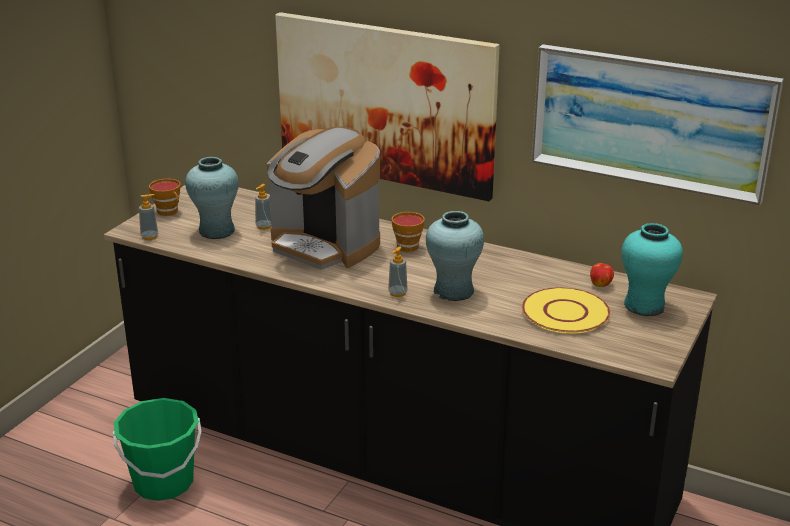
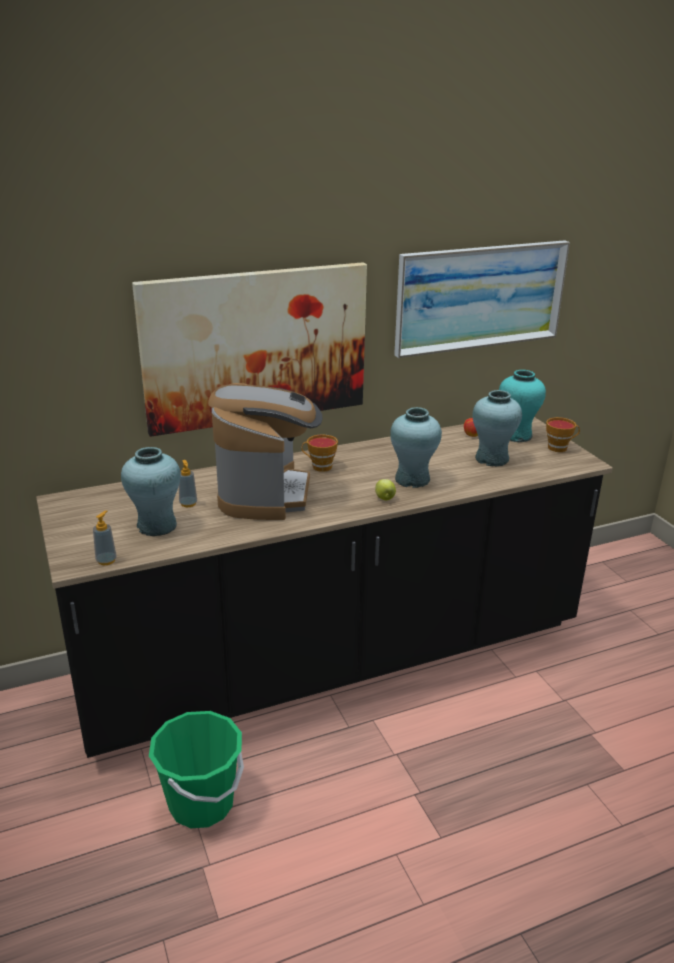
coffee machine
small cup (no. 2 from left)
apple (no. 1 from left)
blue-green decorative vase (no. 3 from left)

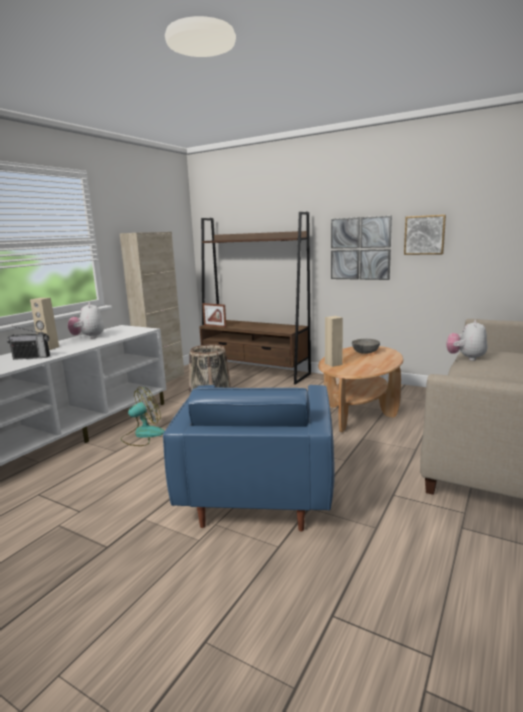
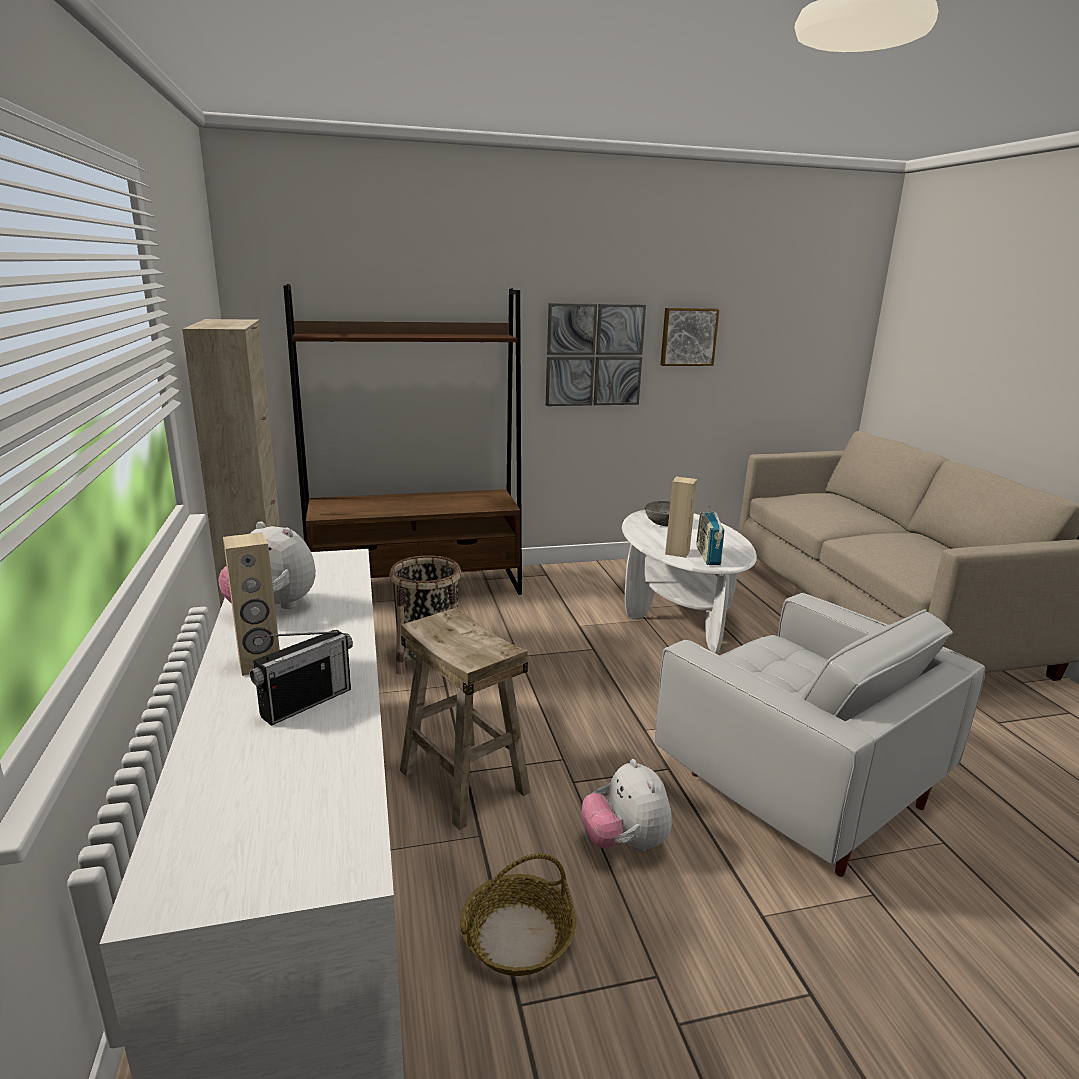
photo frame
cuddly toy (no. 2 from left)
white-coloured coffee table
white-coloured lounge chair
beige sitting stool
radio receiver (no. 2 from left)
household basket (no. 2 from left)

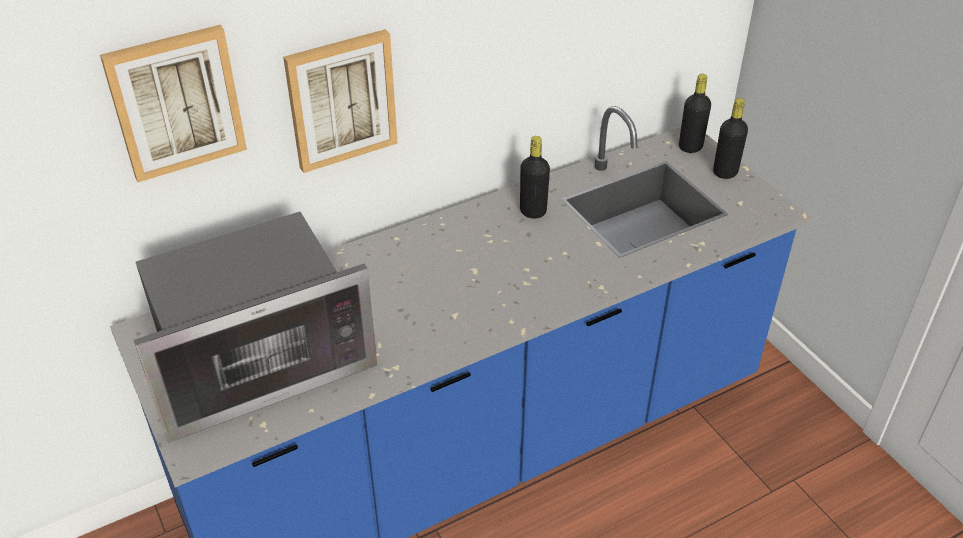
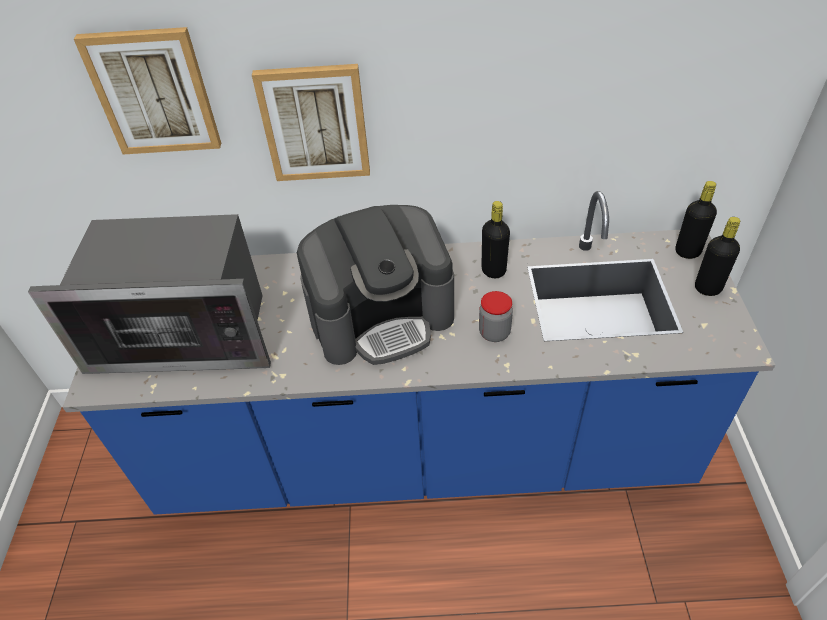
coffee machine
preserve jar

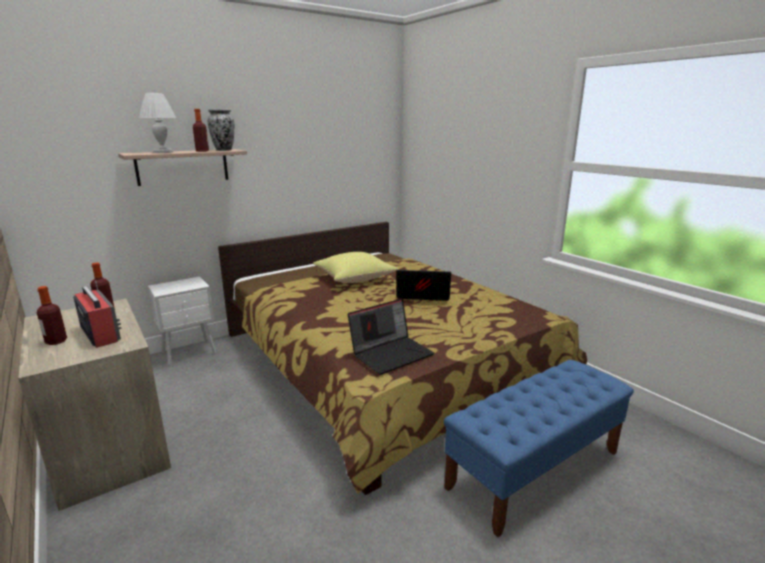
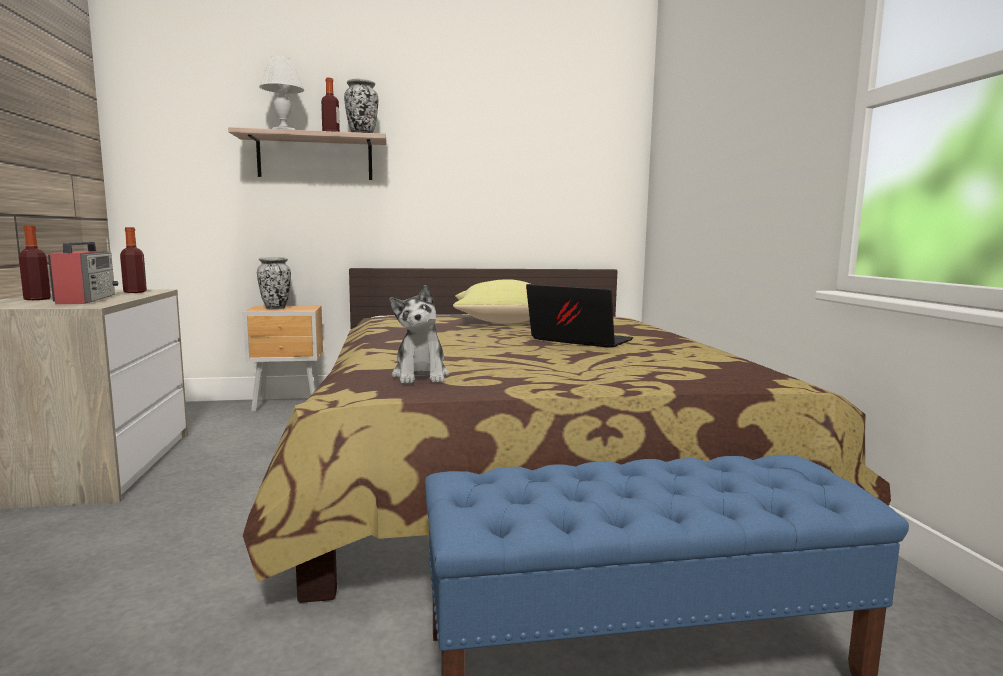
brown nightstand
cuddly toy
decorative vase (no. 1 from left)

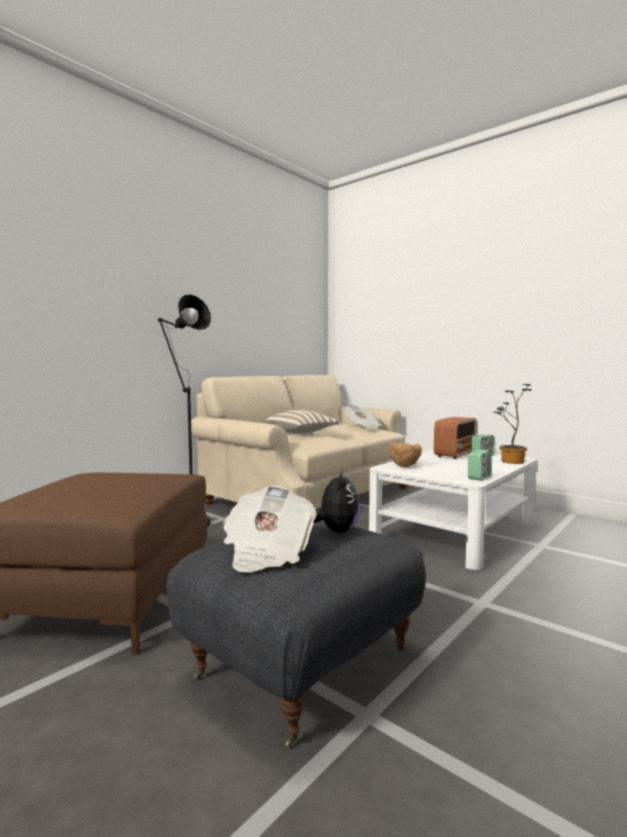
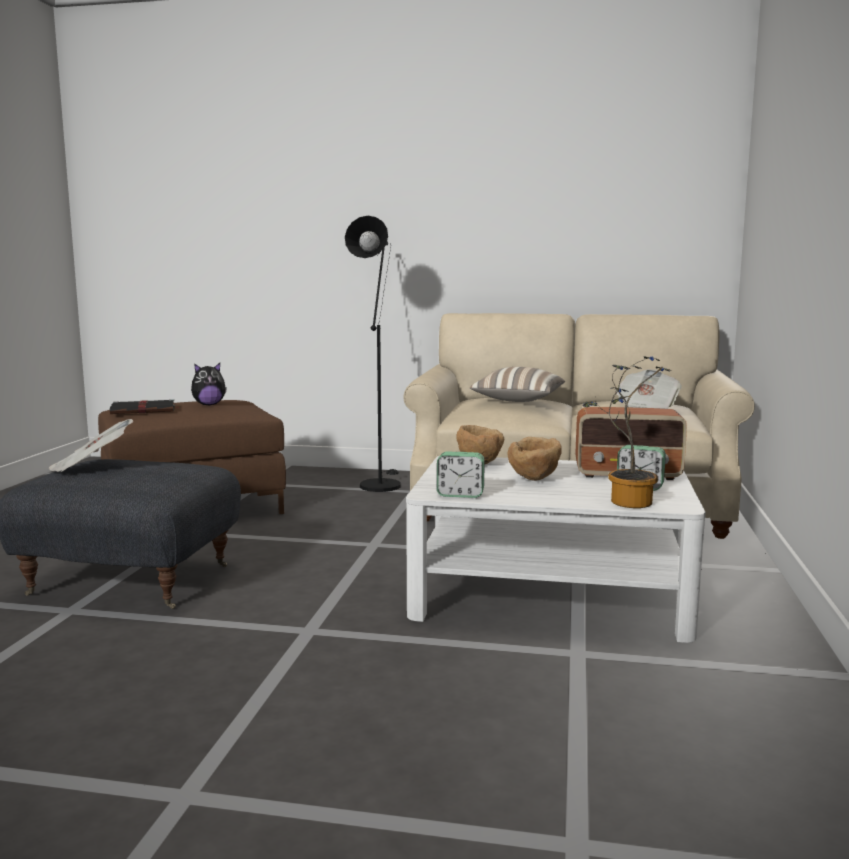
cuddly toy
black book
brown bowl (no. 2 from left)

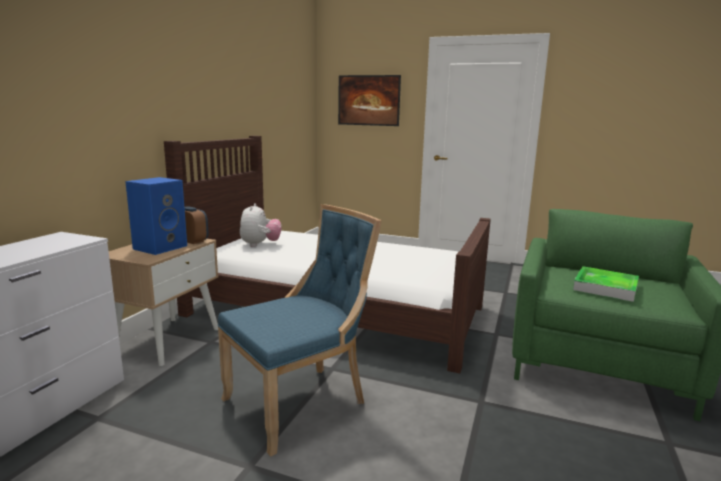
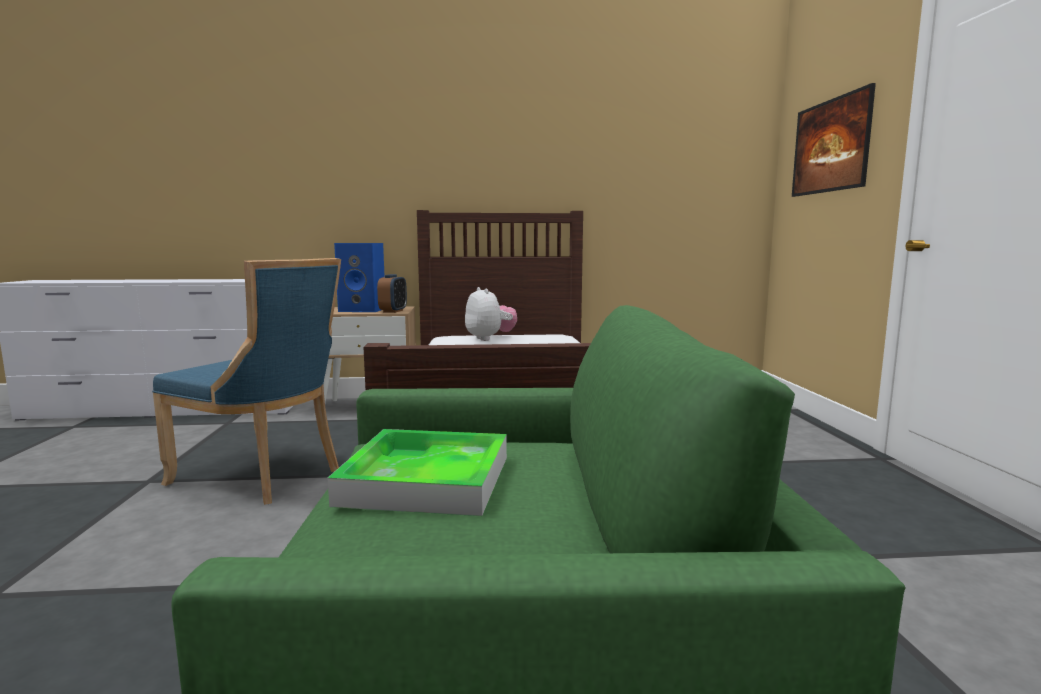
cuddly toy

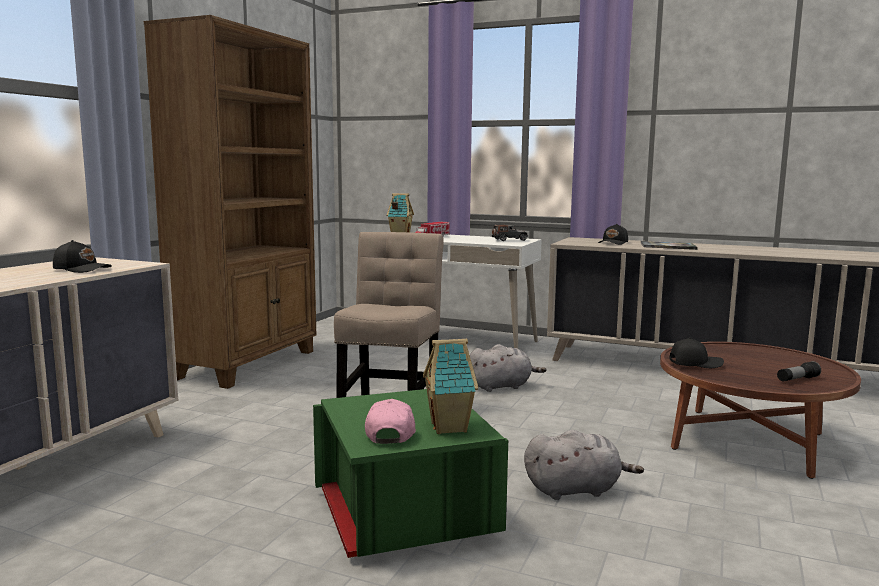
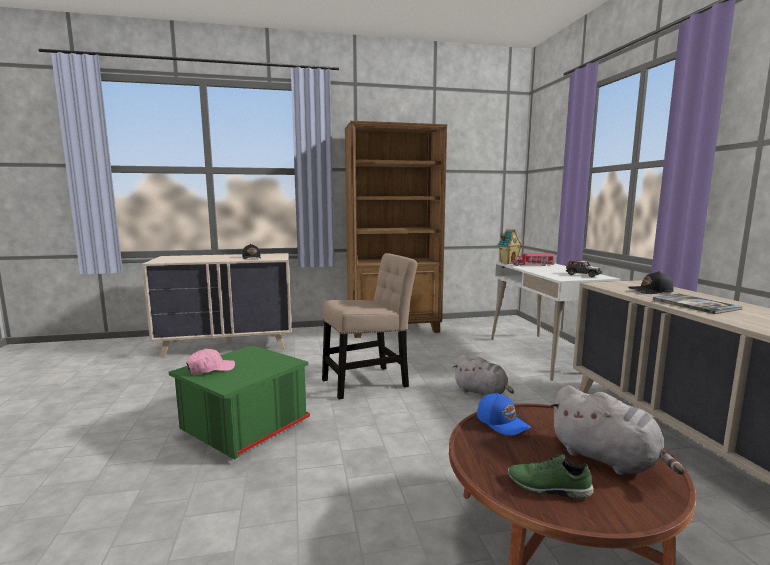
blue peaked cap
toy house (no. 2 from left in the first image)
green item of footwear
gray cuddly toy (no. 2 from left)

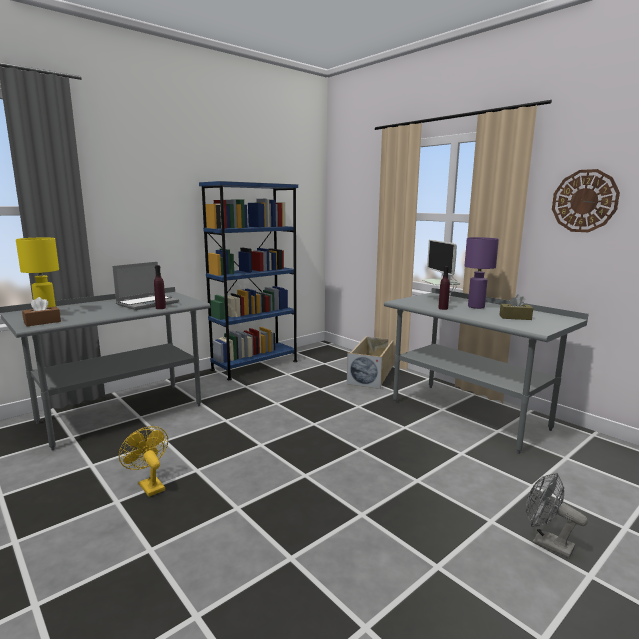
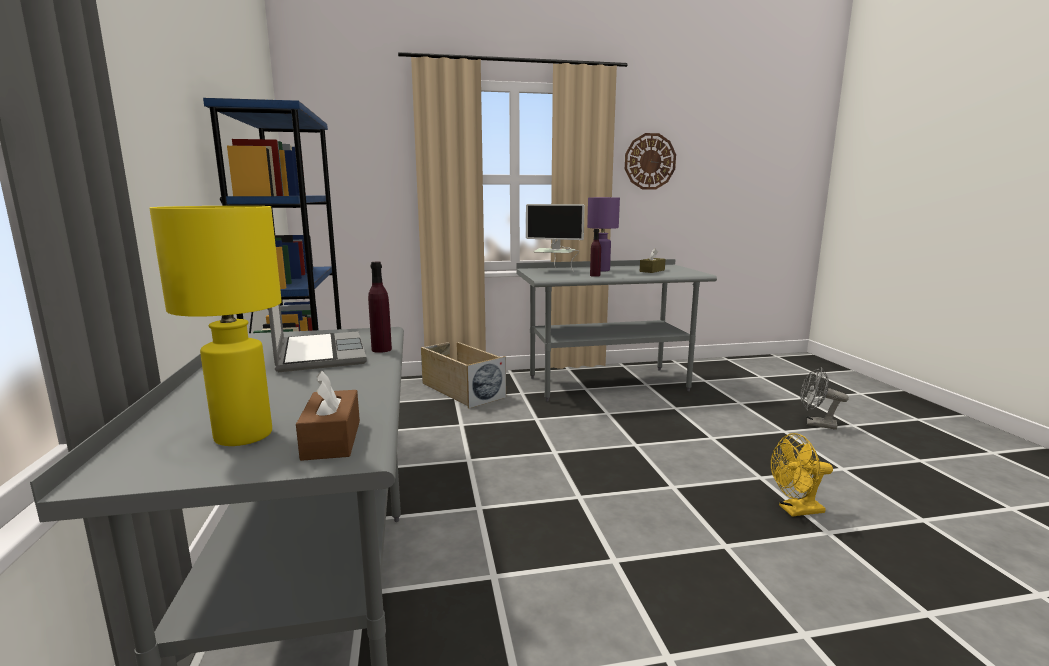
yellow-coloured fan
gray fan

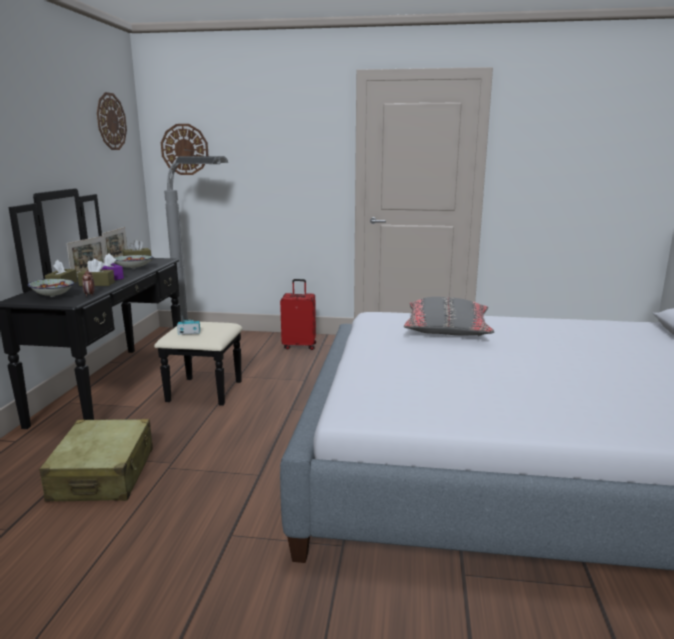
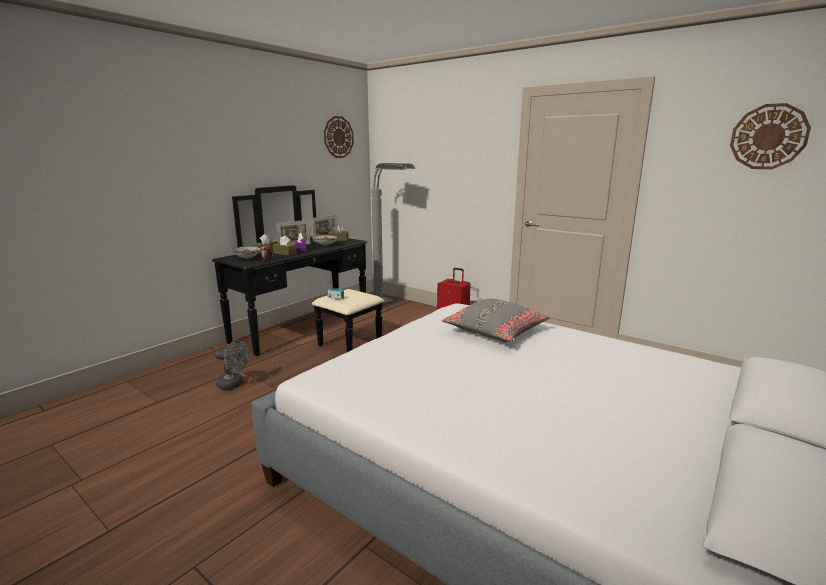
wall clock (no. 2 from left)
gray fan

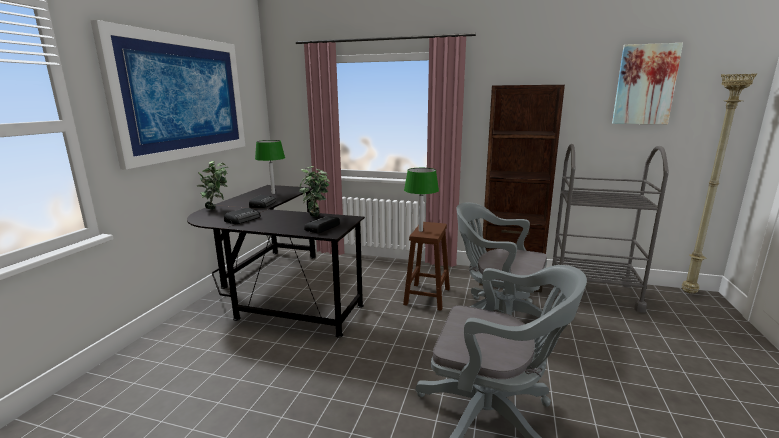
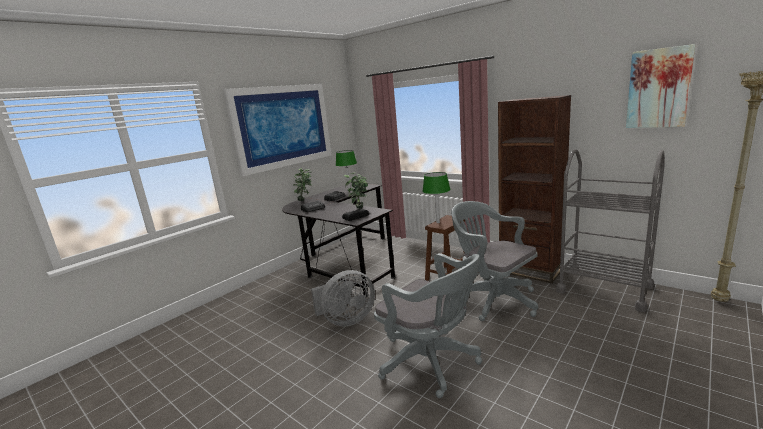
gray fan

